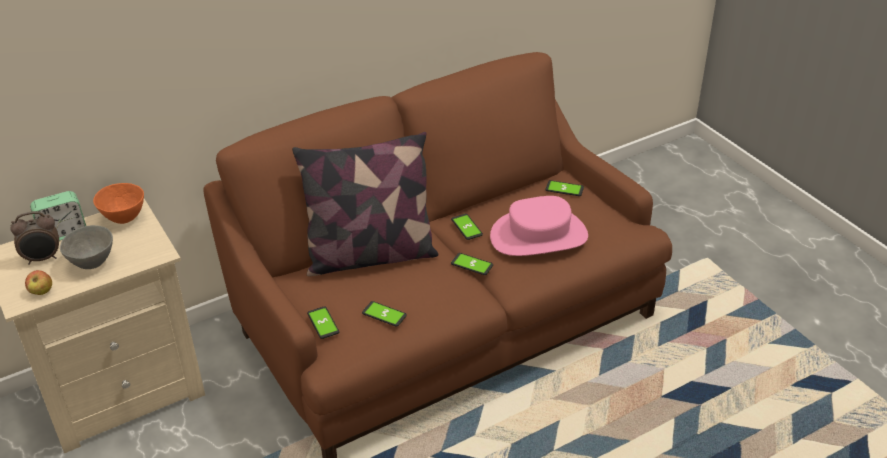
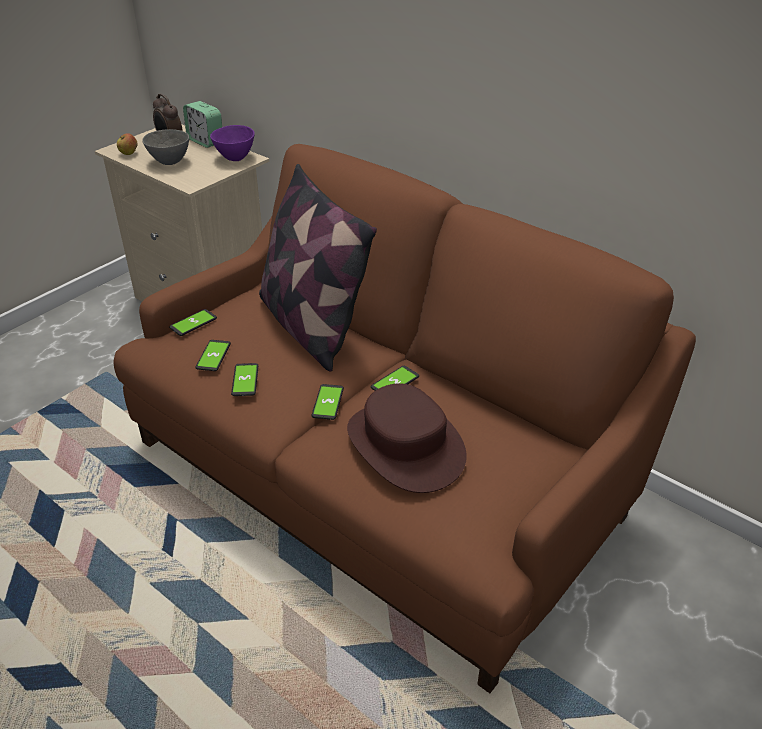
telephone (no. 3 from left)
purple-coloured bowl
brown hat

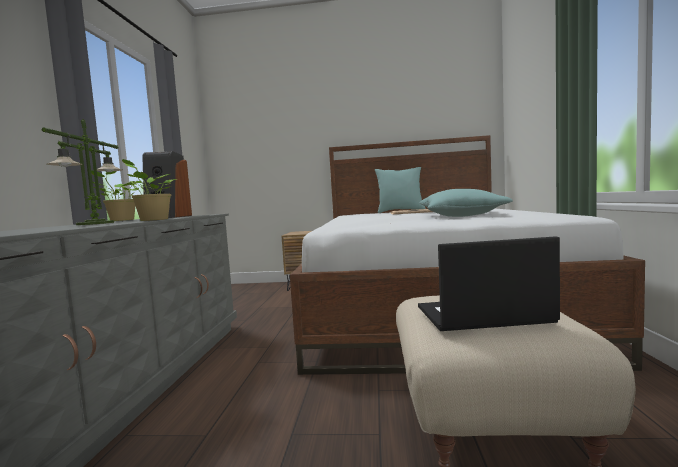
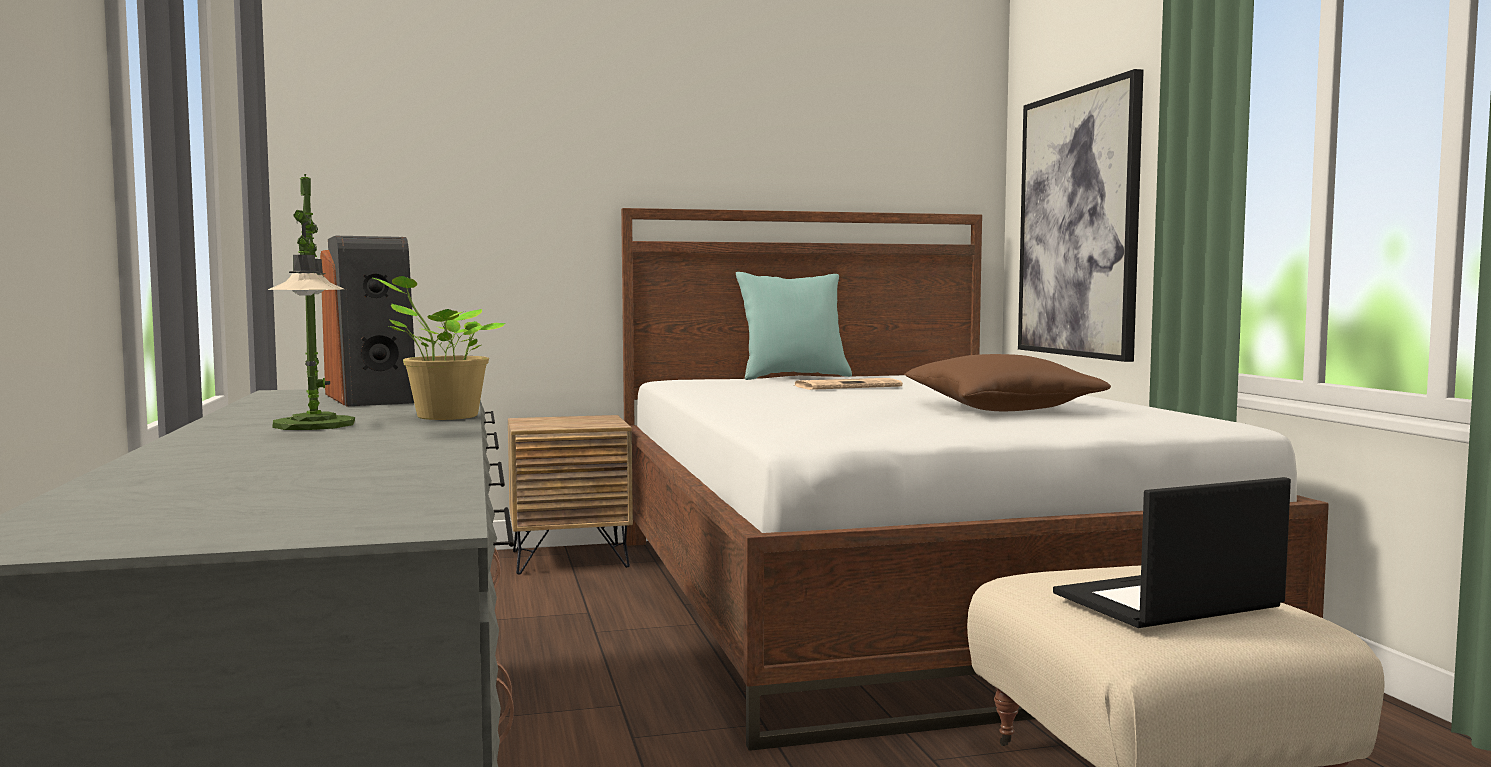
potted plant (no. 1 from left in the first image)
brown pillow
picture

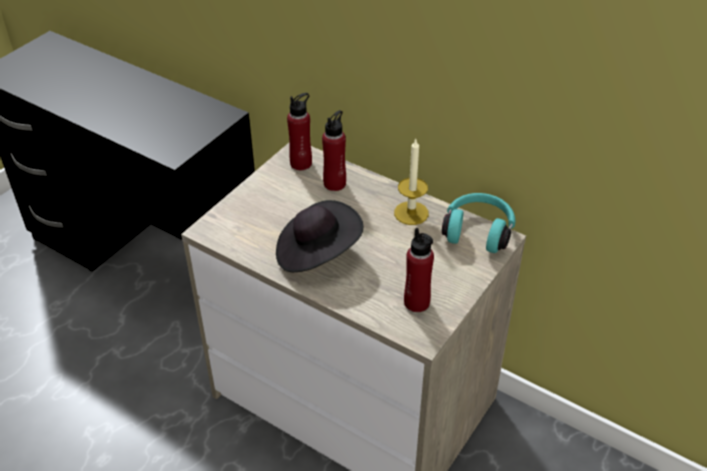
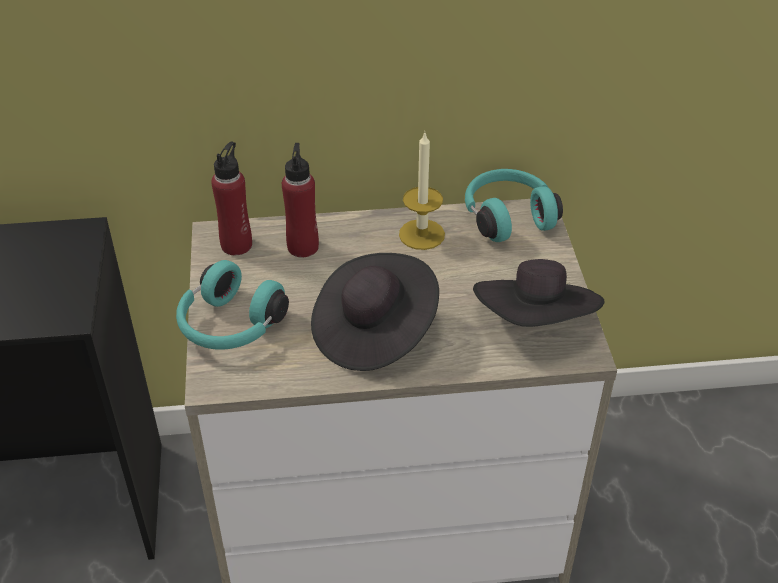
black hat (no. 2 from left)
blue-green headphones (no. 1 from left)

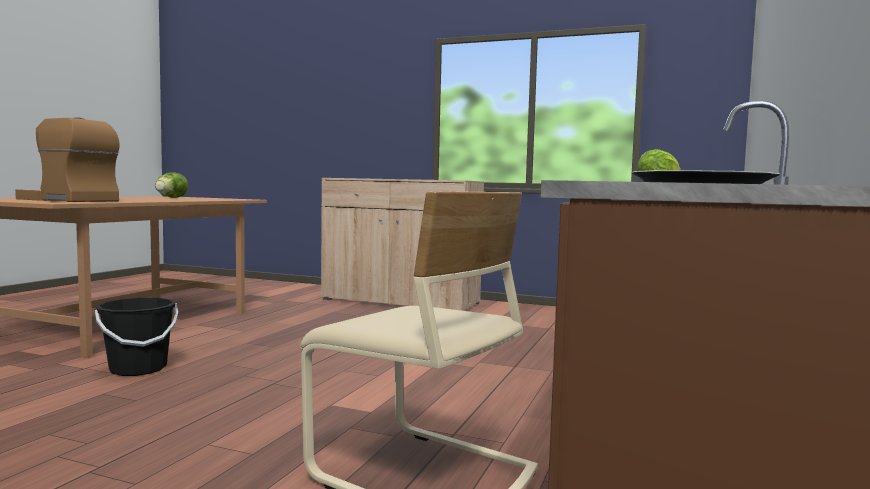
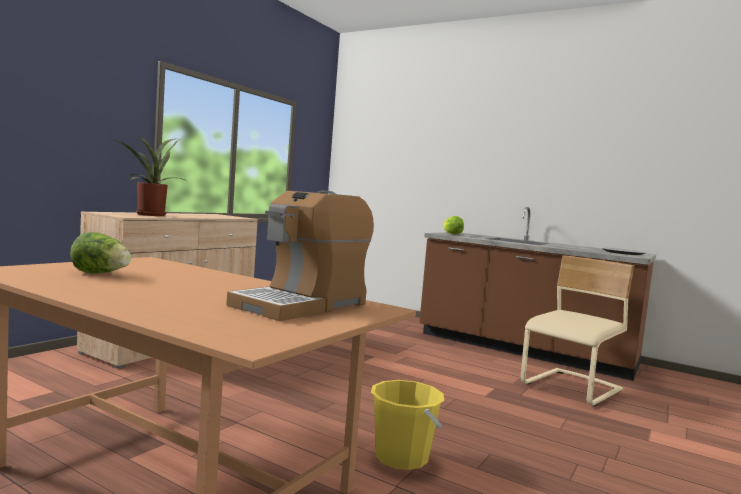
yellow-coloured water bucket
potted plant

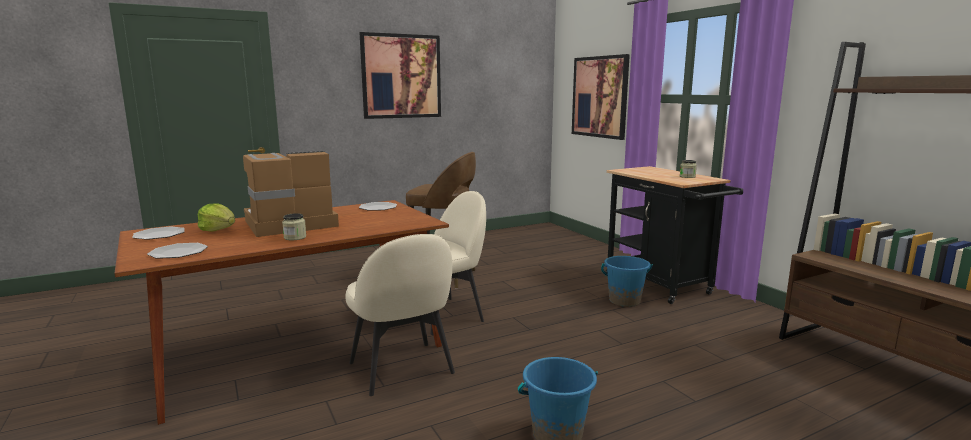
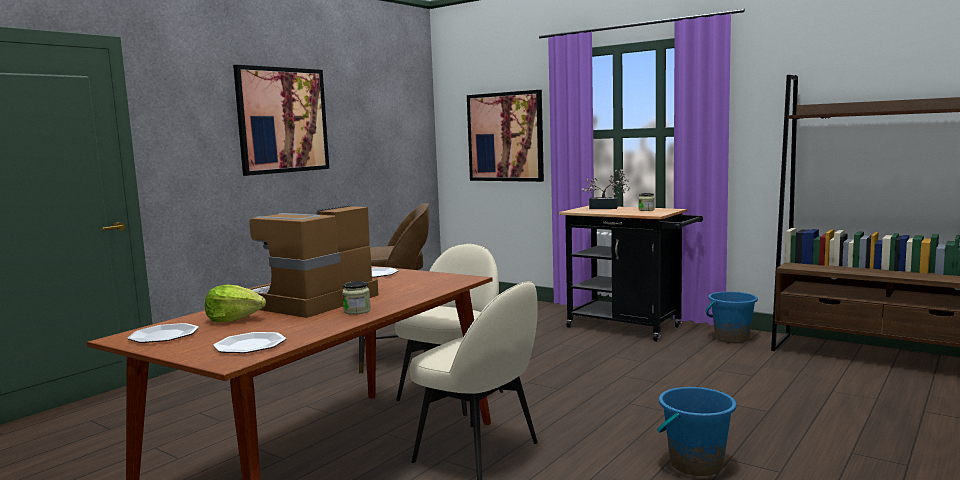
blue water bucket (no. 2 from left)
potted plant

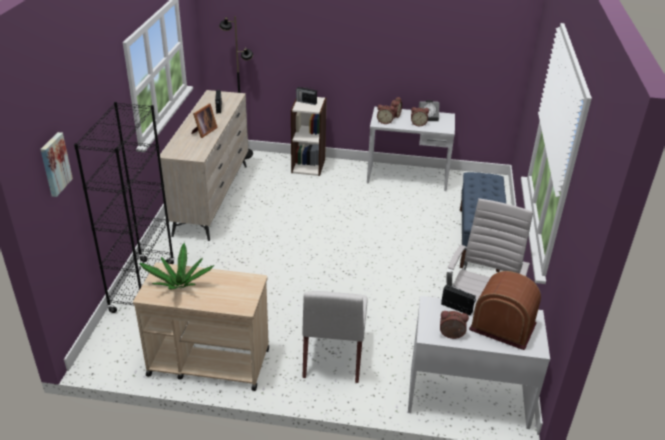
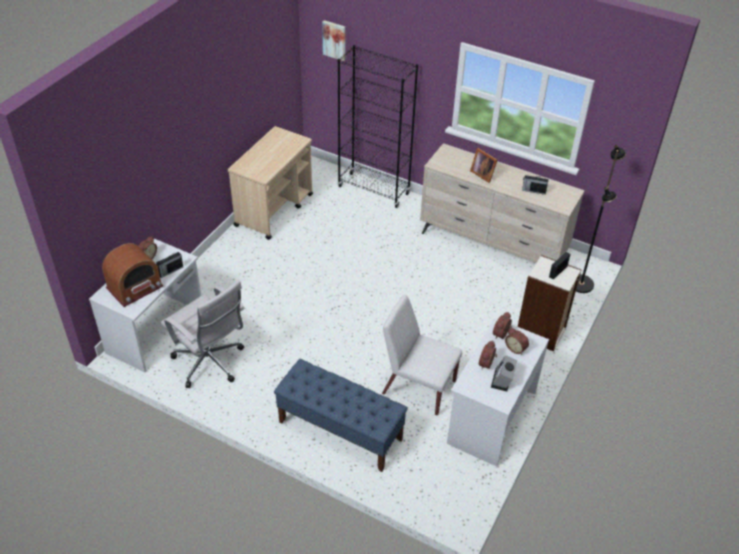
potted plant
white-coloured upright chair

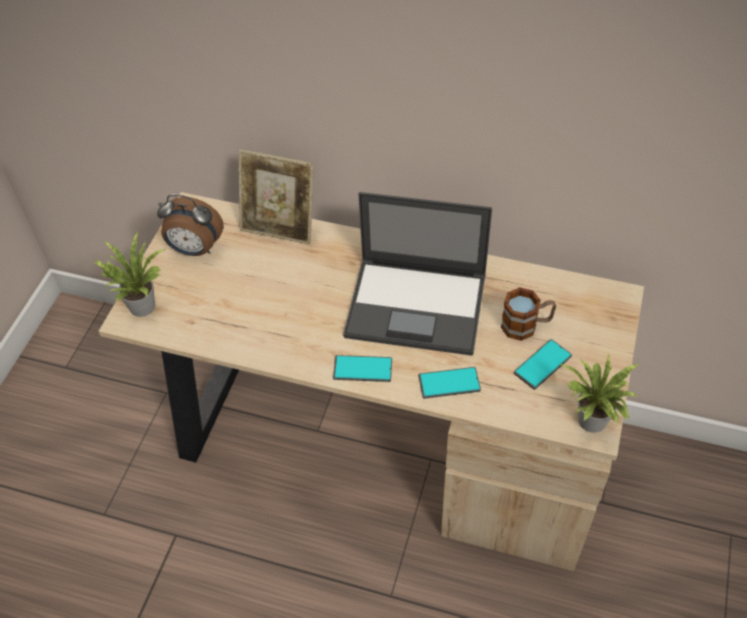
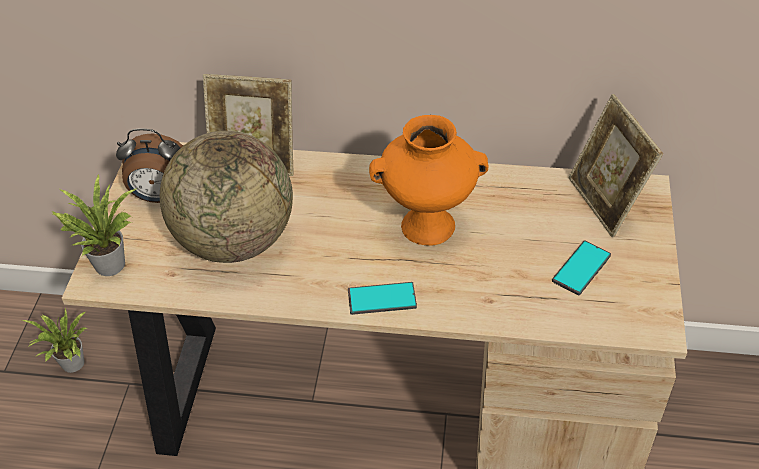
orangey decorative vase
mug
potted plant (no. 1 from left)
telephone (no. 2 from left in the first image)
photo frame (no. 2 from left)
desk globe

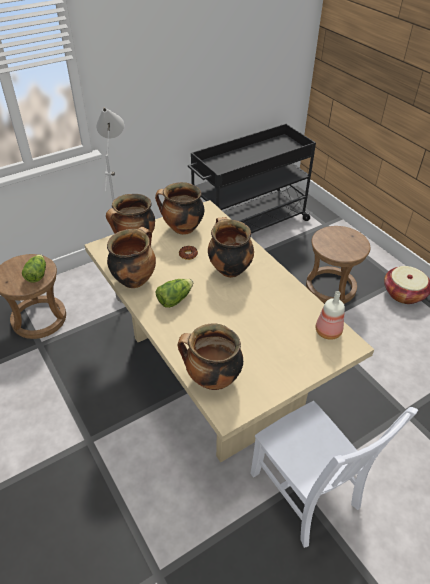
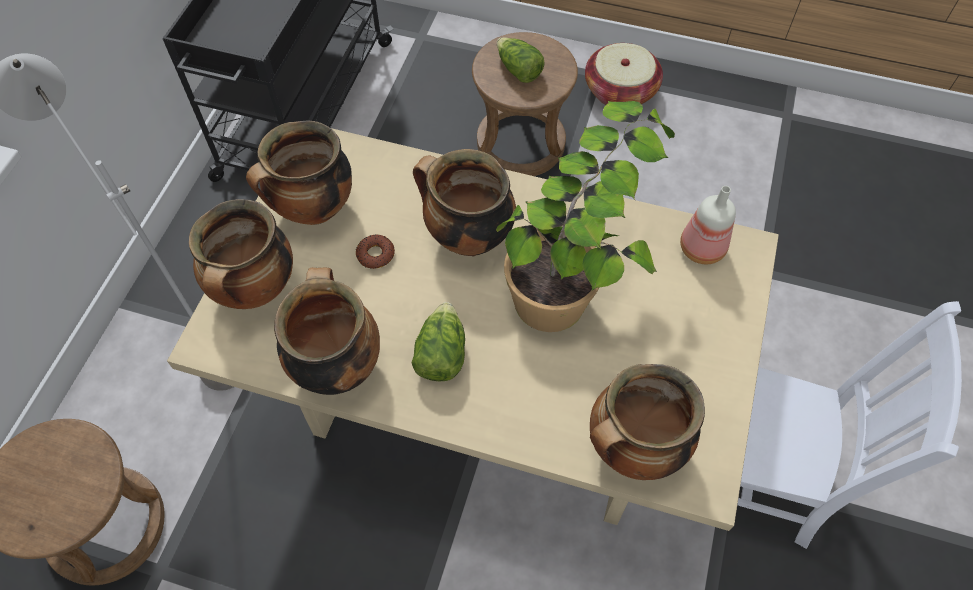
head of lettuce (no. 2 from left)
potted plant

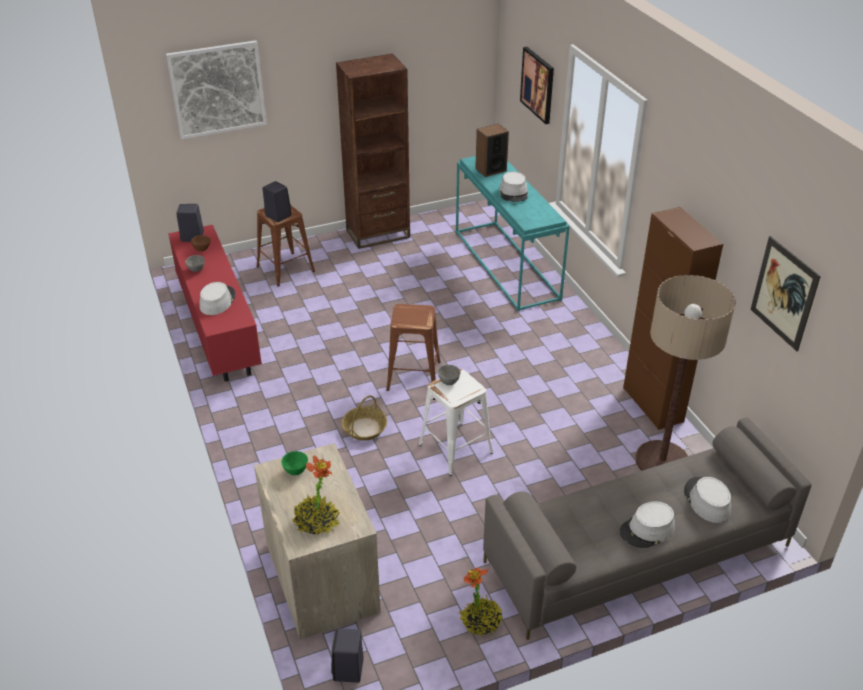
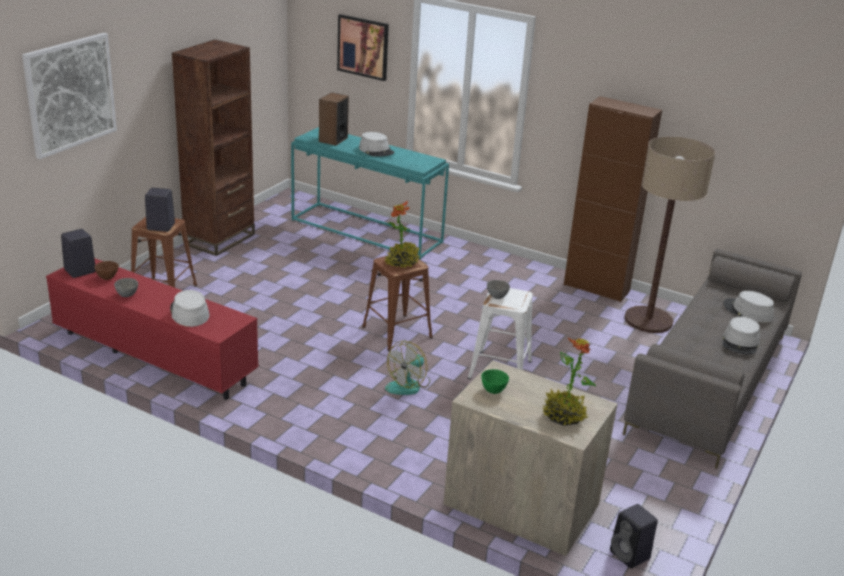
picture (no. 3 from left in the first image)
fan
potted plant (no. 1 from left)

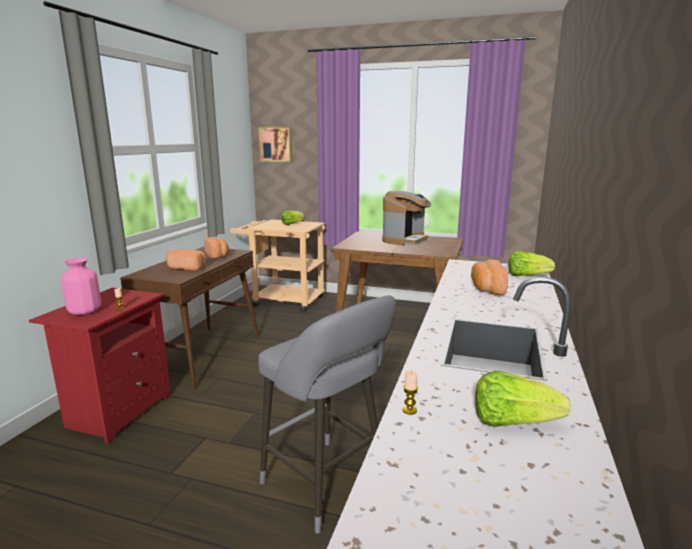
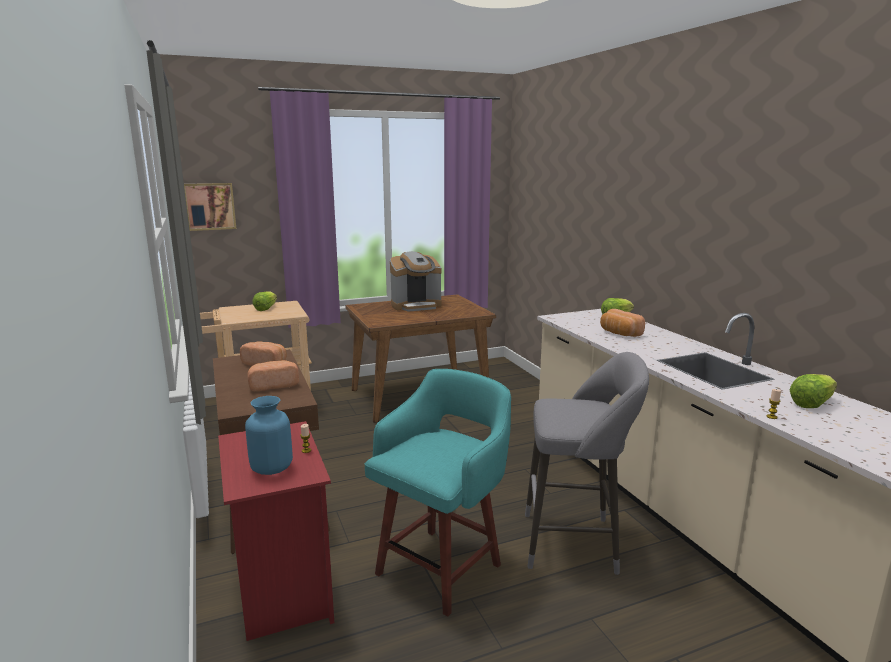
coffee machine
blue decorative vase
blue-green sitting stool

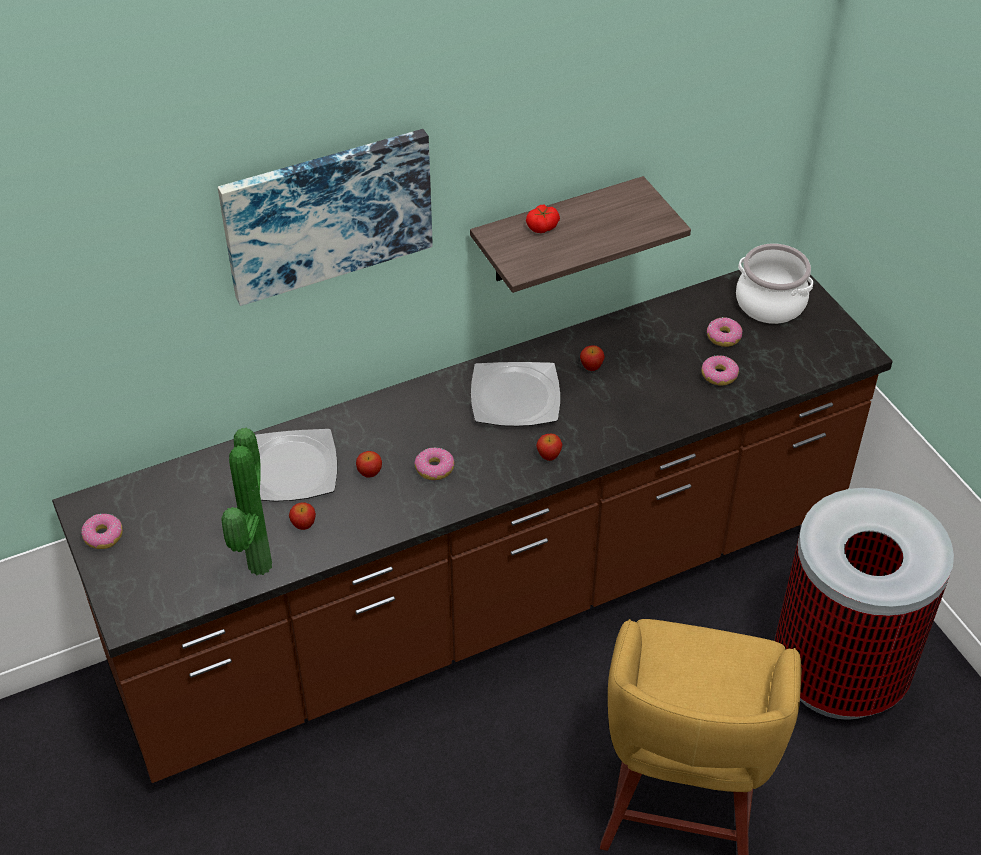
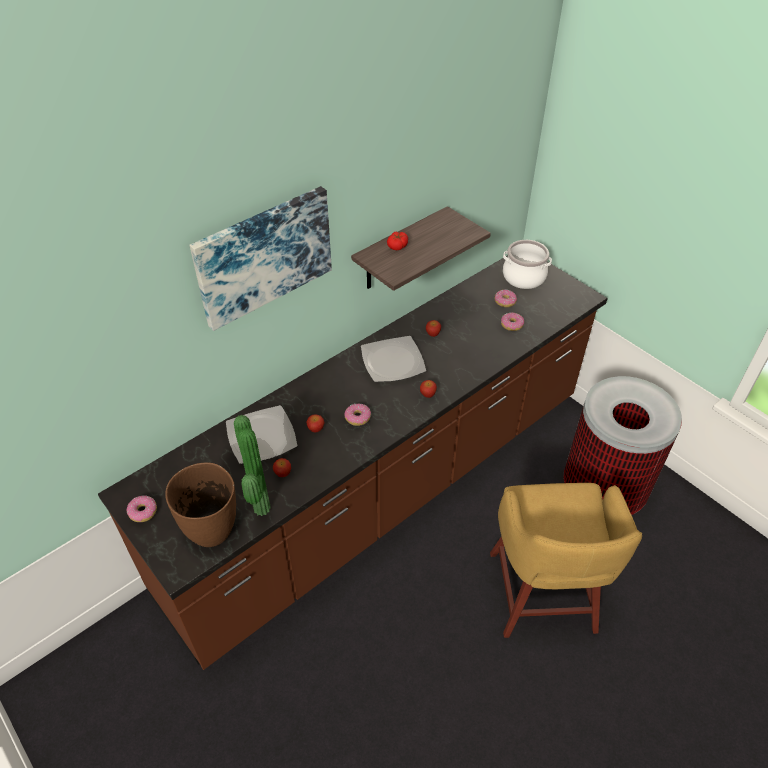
brown decorative vase

